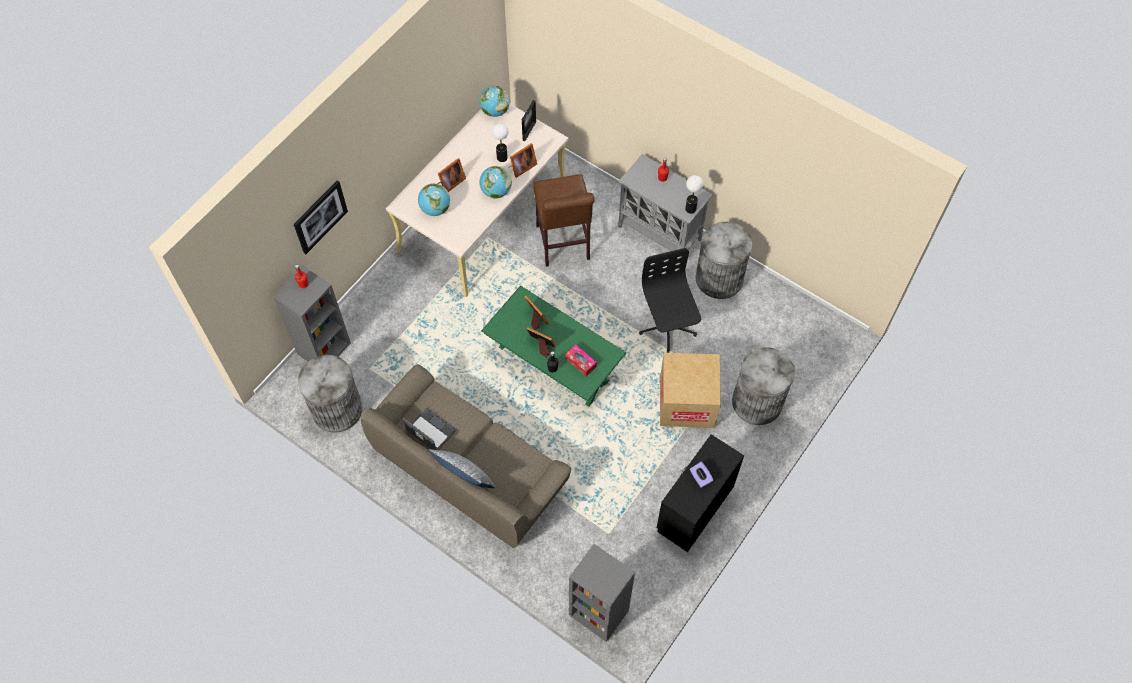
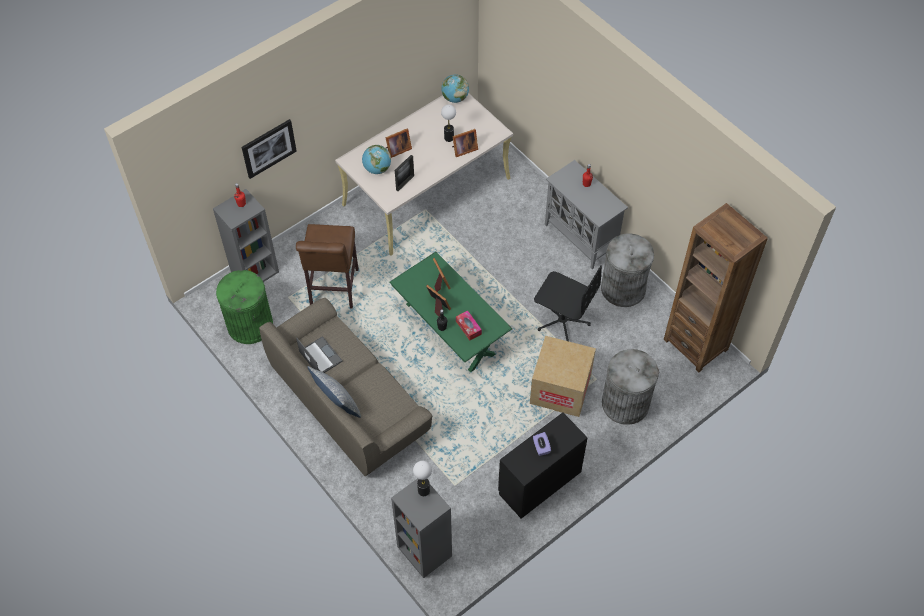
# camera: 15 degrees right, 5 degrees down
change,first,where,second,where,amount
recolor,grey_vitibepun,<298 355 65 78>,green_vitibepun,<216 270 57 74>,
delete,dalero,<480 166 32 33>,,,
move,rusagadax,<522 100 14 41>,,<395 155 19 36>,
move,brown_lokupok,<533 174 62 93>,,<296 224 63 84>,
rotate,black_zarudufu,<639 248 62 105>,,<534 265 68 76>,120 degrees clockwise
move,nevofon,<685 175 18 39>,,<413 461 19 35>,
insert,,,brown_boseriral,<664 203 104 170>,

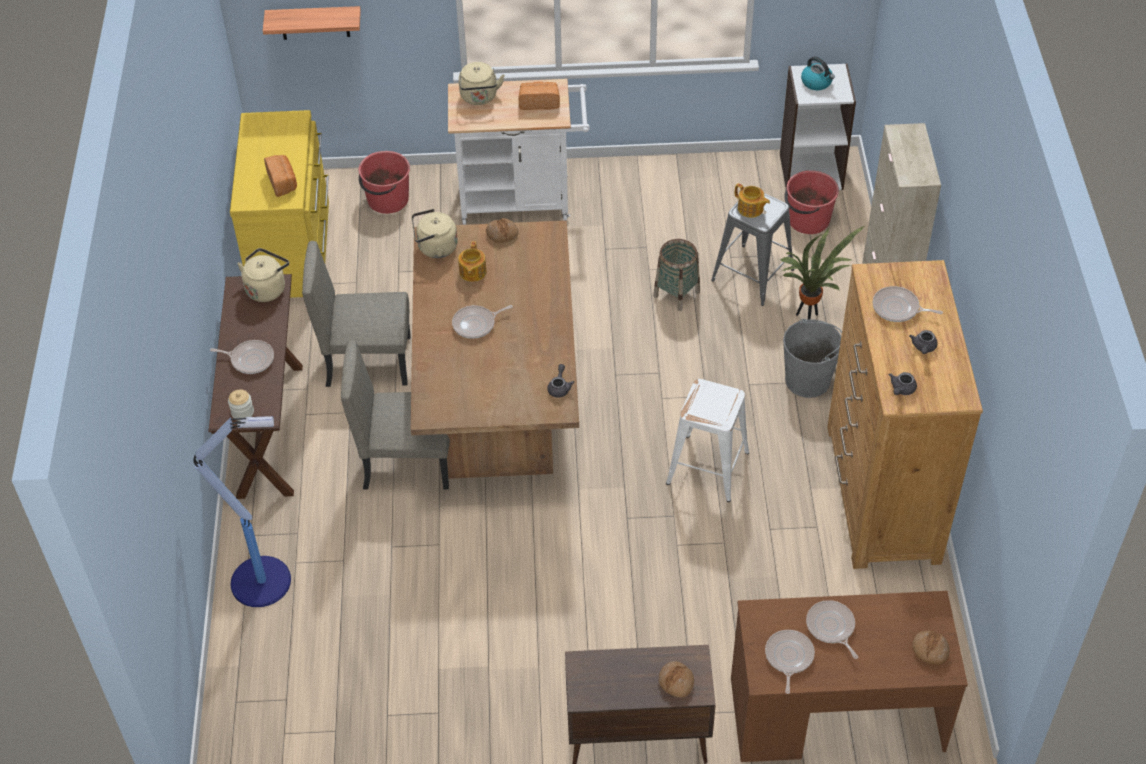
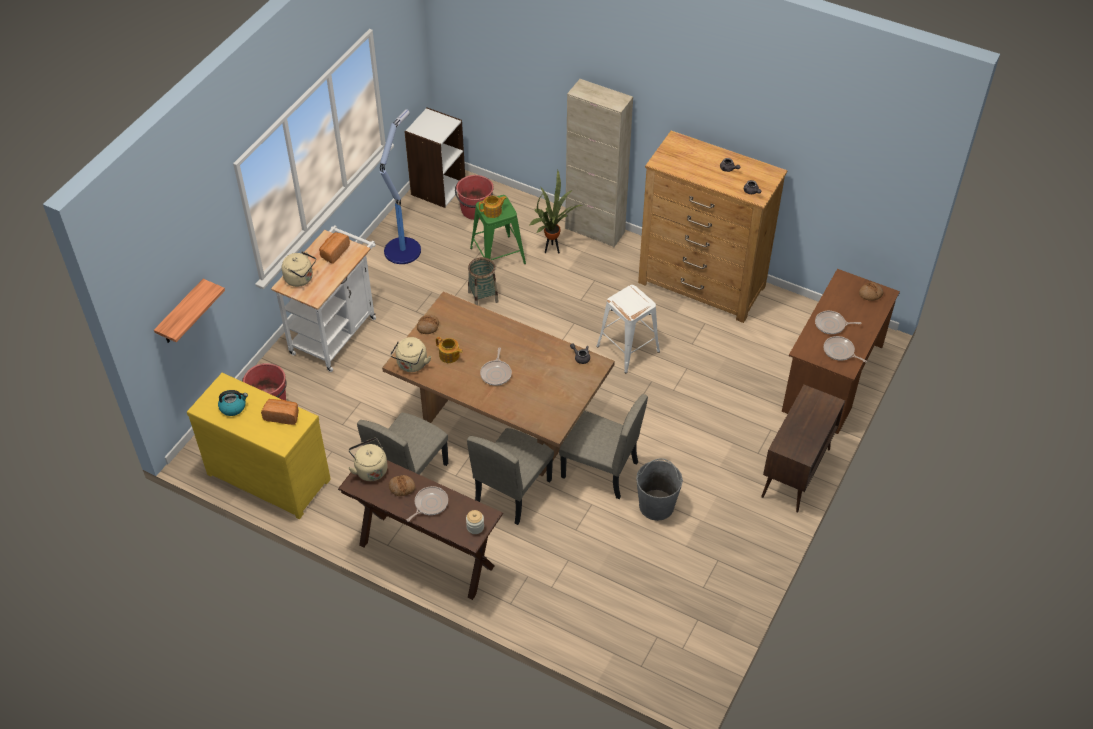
# camera: 60 degrees left, 0 degrees up
change,first,where,second,where,amount
move,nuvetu,<193 416 98 191>,,<380 109 41 155>,
move,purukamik,<659 661 35 37>,,<389 475 26 21>,
recolor,grey_lokupok,<711 193 83 113>,green_lokupok,<470 195 56 69>,
move,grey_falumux,<783 319 59 79>,,<636 458 47 63>,
move,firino,<801 56 34 34>,,<218 390 30 26>,
delete,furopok,<873 286 70 36>,,,
insert,,,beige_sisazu,<559 394 89 105>,

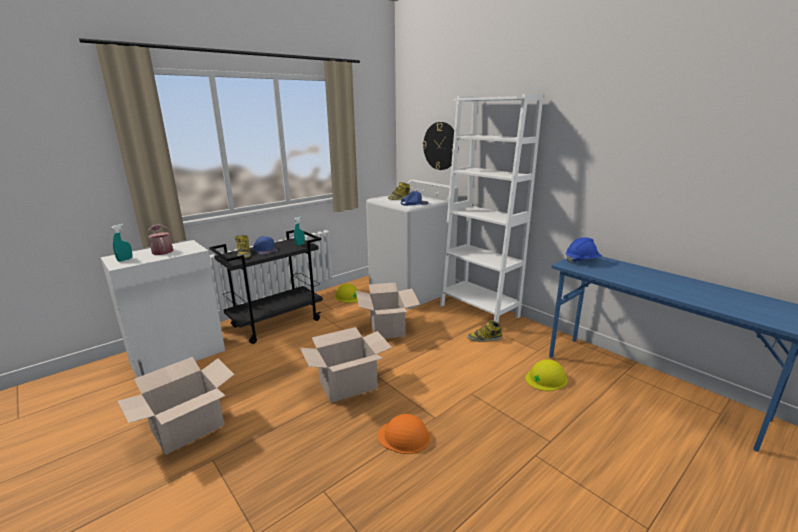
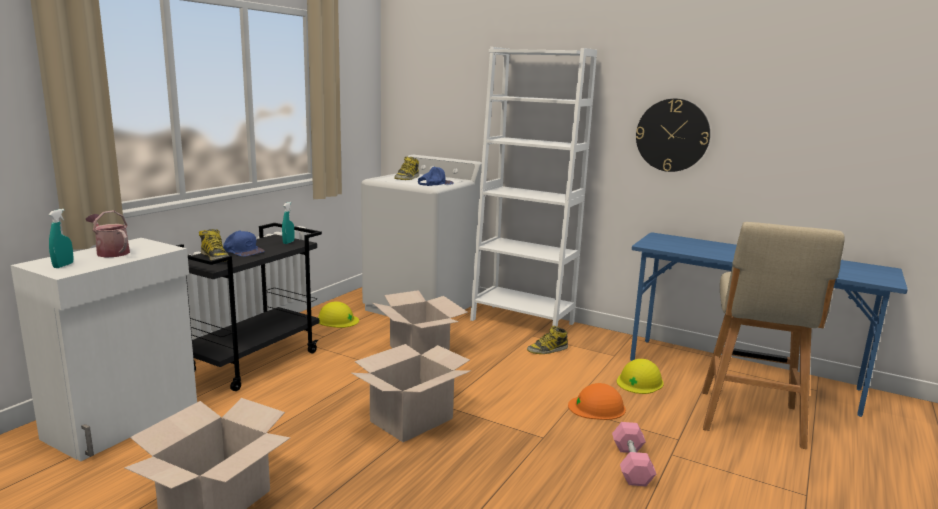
# camera: 20 degrees left, 5 degrees down
change,first,where,second,where,amount
move,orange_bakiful,<378 414 52 40>,,<568 383 58 37>,
move,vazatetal,<422 122 32 48>,,<636 99 74 73>,
delete,blue_bakiful,<566 237 36 26>,,,
insert,,,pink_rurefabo,<612 422 44 64>,
insert,,,beige_lokupok,<702 222 143 227>,

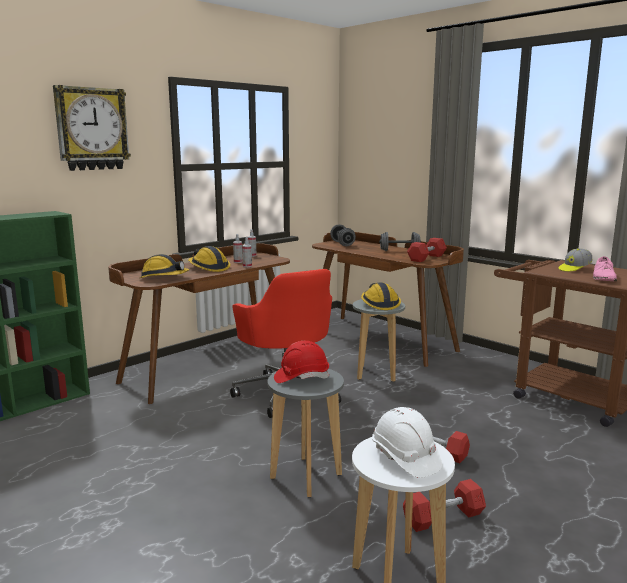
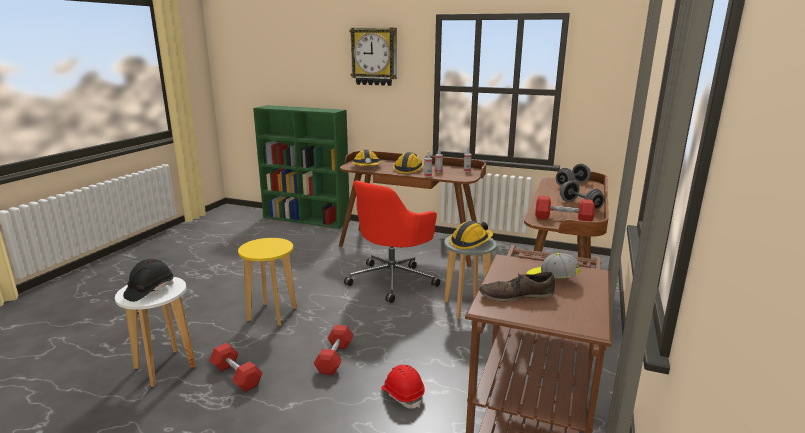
# camera: 65 degrees right, 5 degrees up
change,first,where,second,where,amount
recolor,grey_lokupok,<268 369 76 128>,yellow_lokupok,<238 238 59 88>,
move,red_bakiful,<274 341 55 42>,,<381 364 44 45>,
recolor,white_bakiful,<372 407 70 71>,black_bakiful,<123 259 51 43>,
recolor,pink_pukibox,<593 256 24 26>,brown_pukibox,<479 272 76 30>,

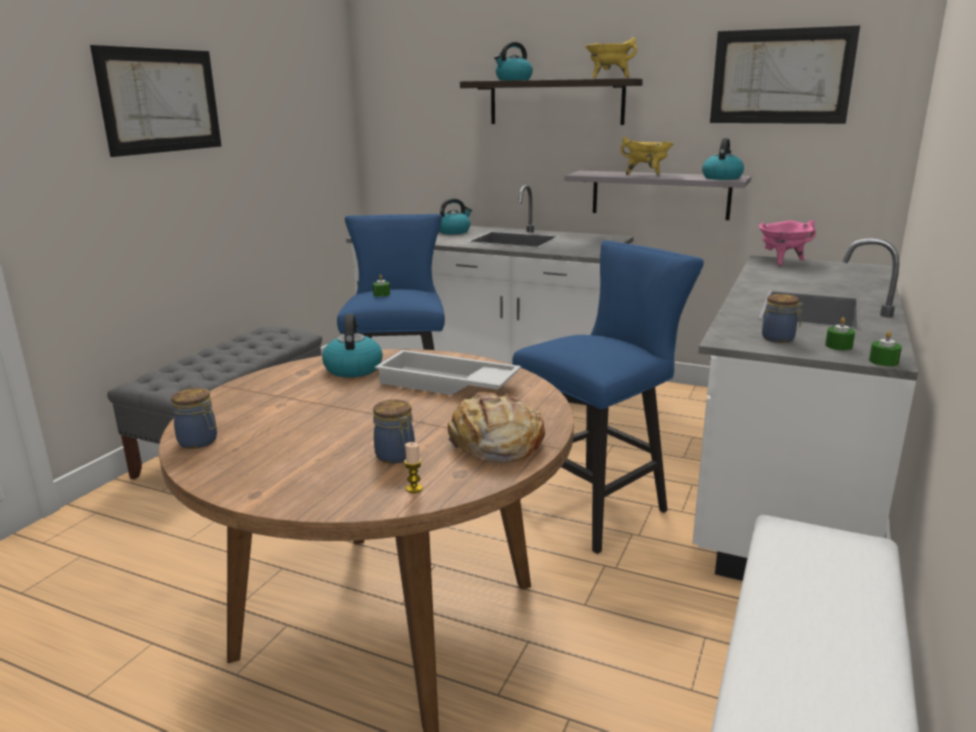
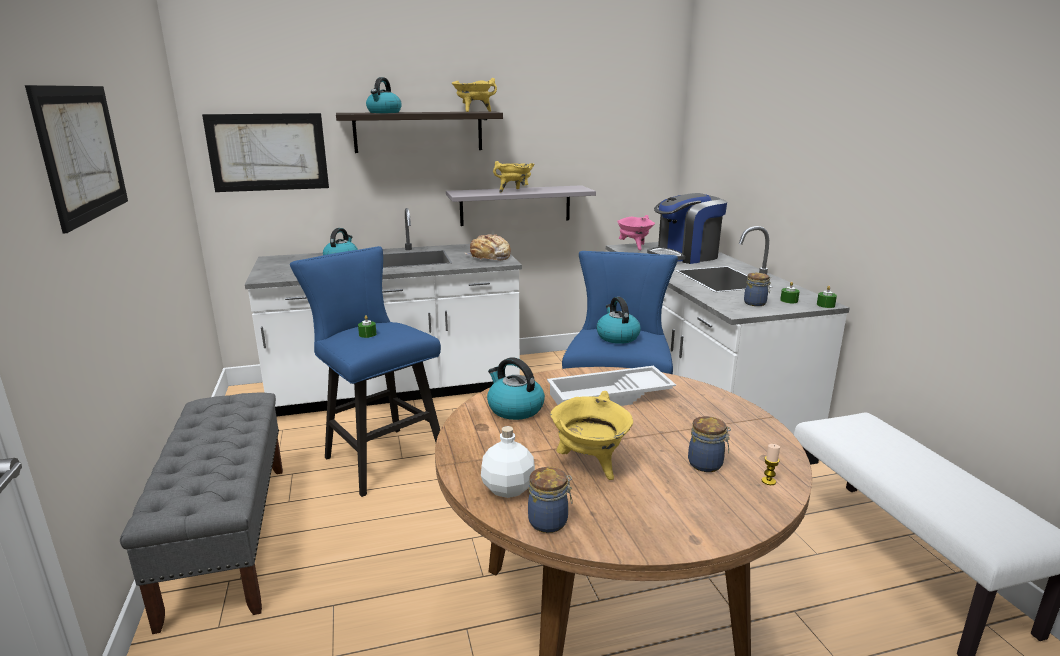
# camera: 40 degrees left, 0 degrees up
change,first,where,second,where,amount
move,purukamik,<448 392 97 71>,,<465 234 45 27>,
move,firino,<702 138 42 42>,,<597 297 44 47>,
move,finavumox,<710 26 150 98>,,<202 113 127 79>,
insert,,,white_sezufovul,<481 426 54 72>,
insert,,,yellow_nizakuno,<550 391 83 89>,
insert,,,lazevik,<647 193 80 71>,

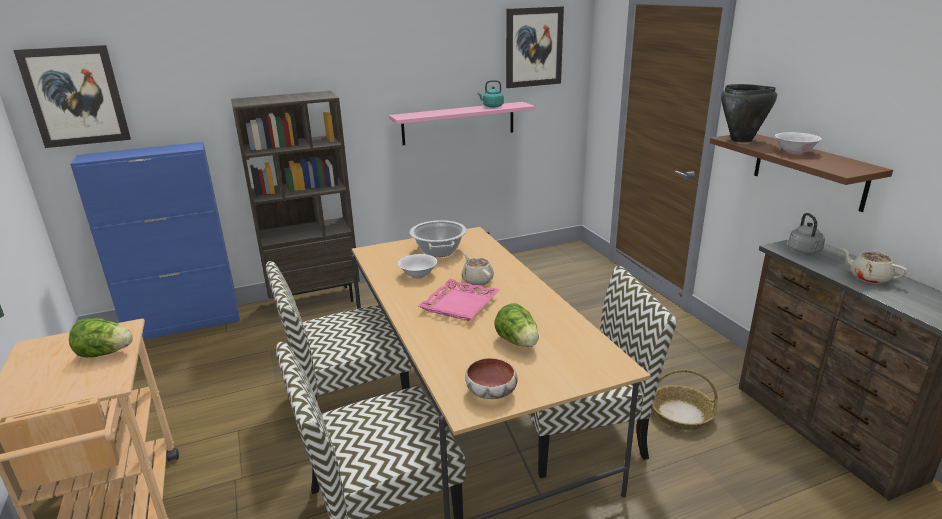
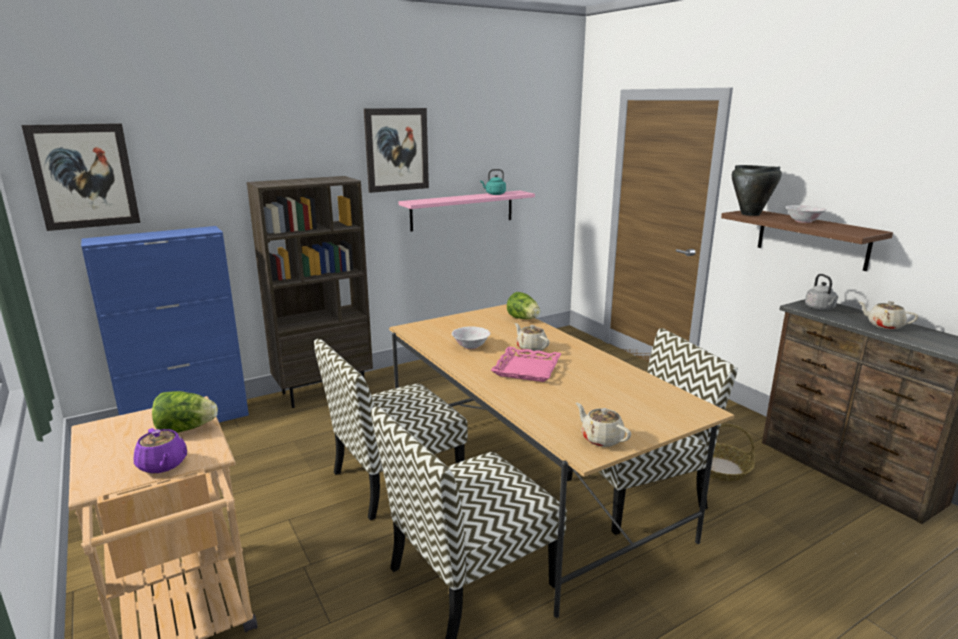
# camera: 10 degrees left, 5 degrees down
change,first,where,second,where,amount
delete,nizakuno,<410 220 57 37>,,,
replace,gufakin,<465 358 53 41>,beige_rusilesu,<576 403 55 44>,
move,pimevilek,<494 303 45 44>,,<507 292 33 27>,
move,finavumox,<506 6 58 82>,,<364 108 65 85>,
insert,,,purple_rusilesu,<134 428 53 46>,

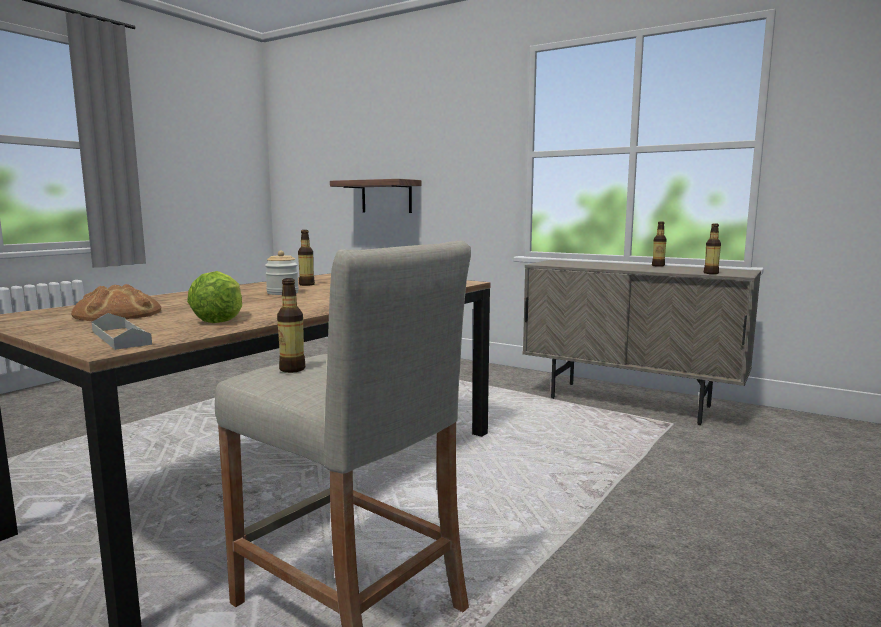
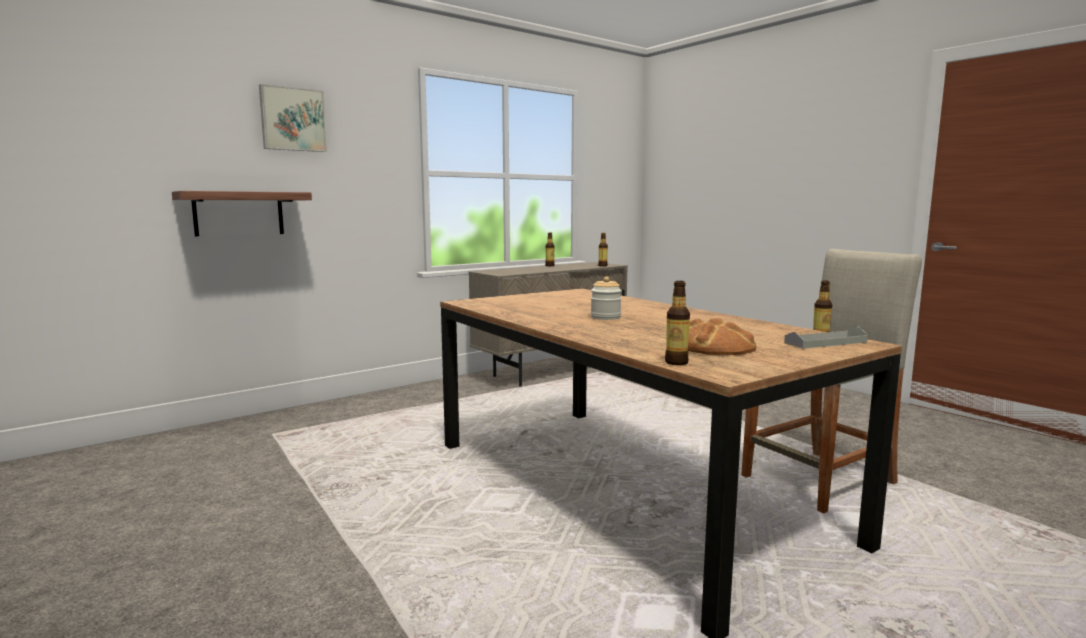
# camera: 70 degrees left, 0 degrees up
change,first,where,second,where,amount
delete,pimevilek,<187 271 55 52>,,,
move,sezufovul,<298 230 17 56>,,<665 281 25 84>,
insert,,,finavumox,<259 84 68 68>,

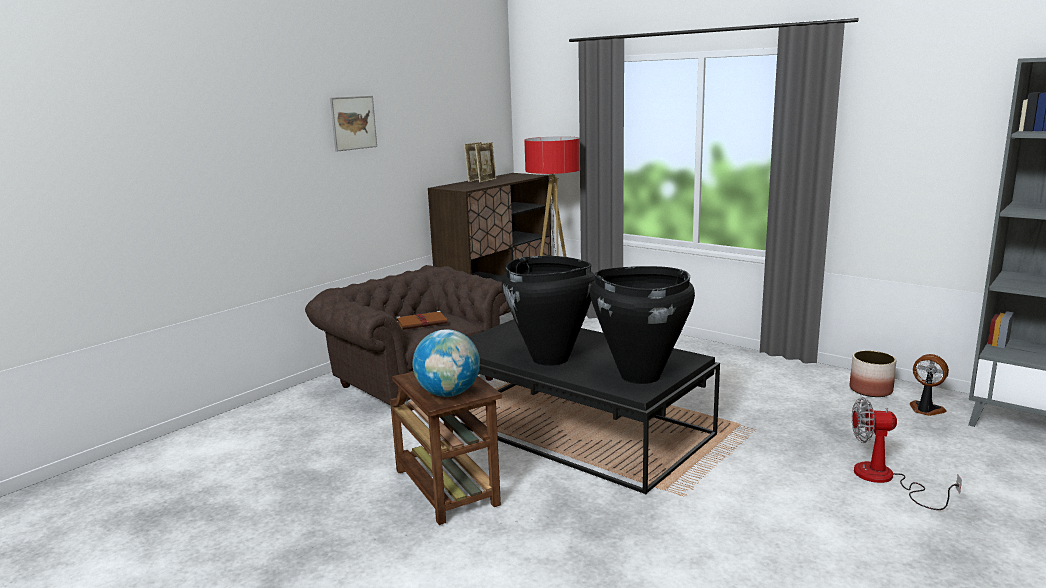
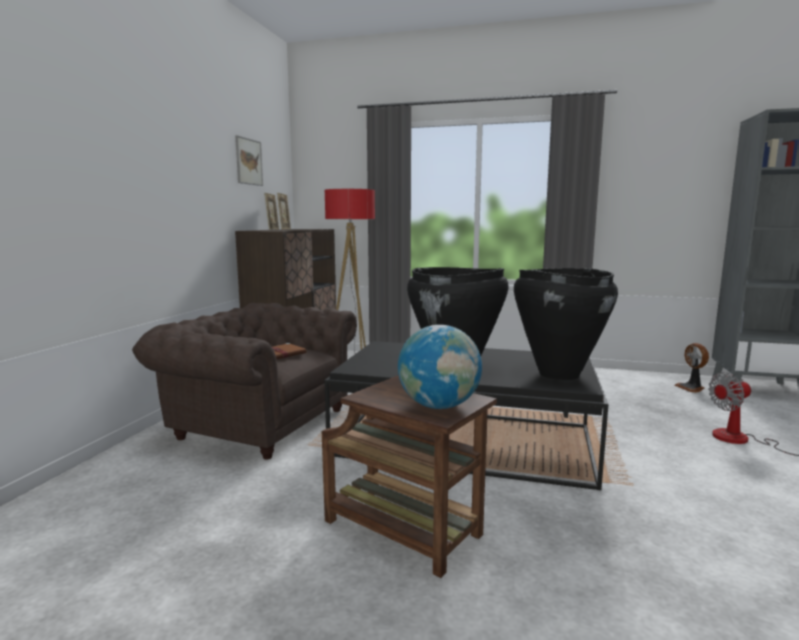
# camera: 25 degrees left, 5 degrees down
change,first,where,second,where,amount
move,finavumox,<330 96 47 56>,,<235 135 28 51>,
delete,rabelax,<850 351 46 46>,,,
rotate,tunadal,<910 354 39 62>,,<674 343 35 50>,120 degrees counterclockwise

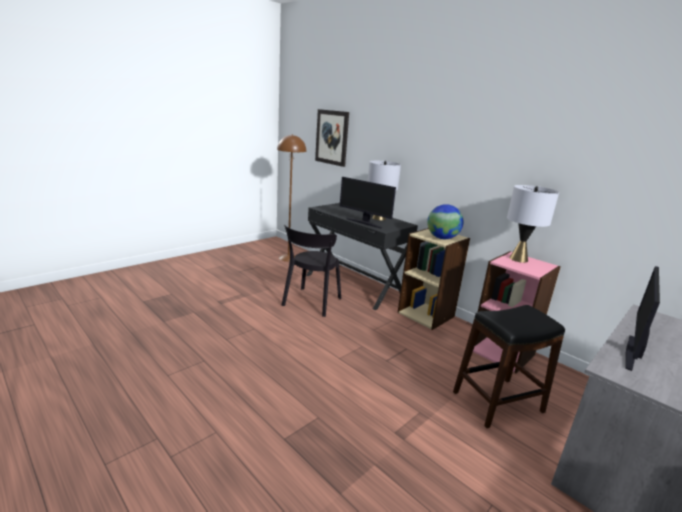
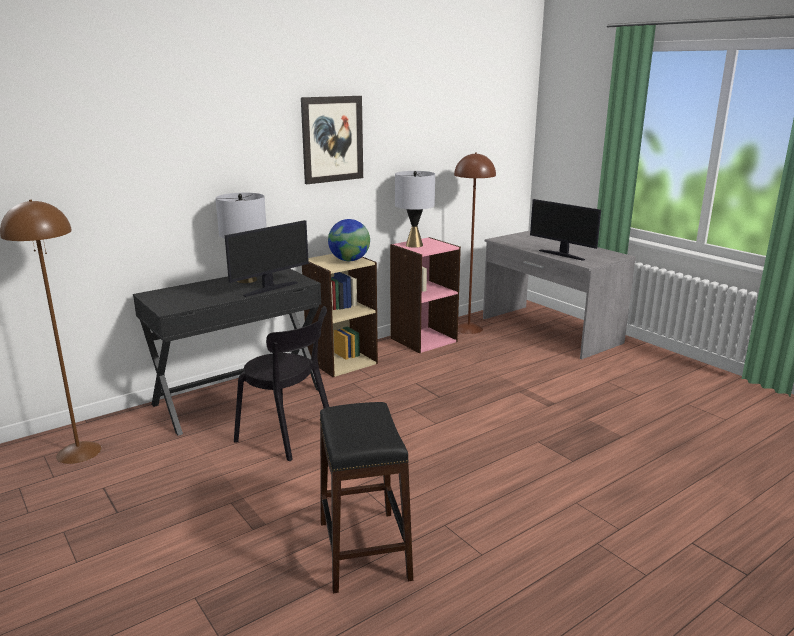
# camera: 80 degrees left, 0 degrees up
change,first,where,second,where,amount
move,finavumox,<315 109 34 58>,,<301 96 62 88>,
move,black_lokupok,<453 305 112 123>,,<320 402 93 191>,
insert,,,brown_nuvetu,<454 152 42 182>,

